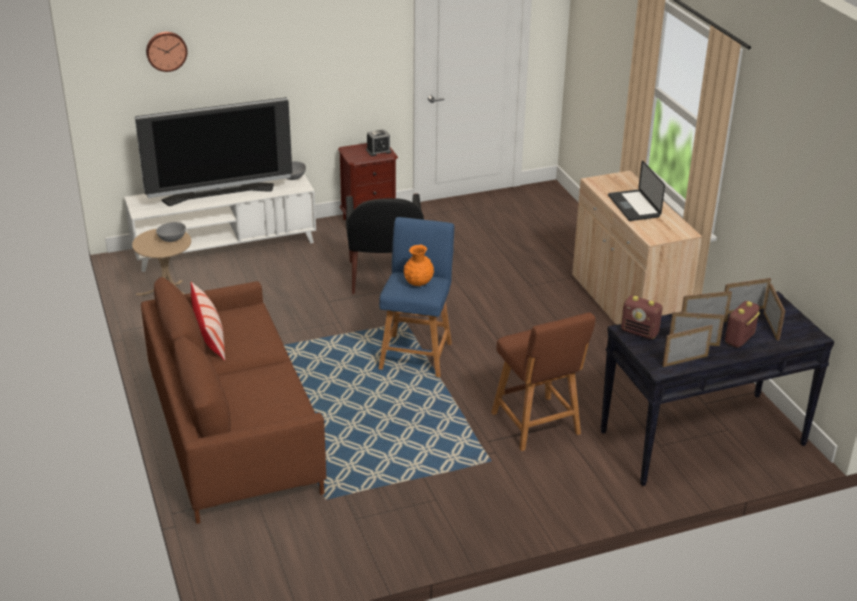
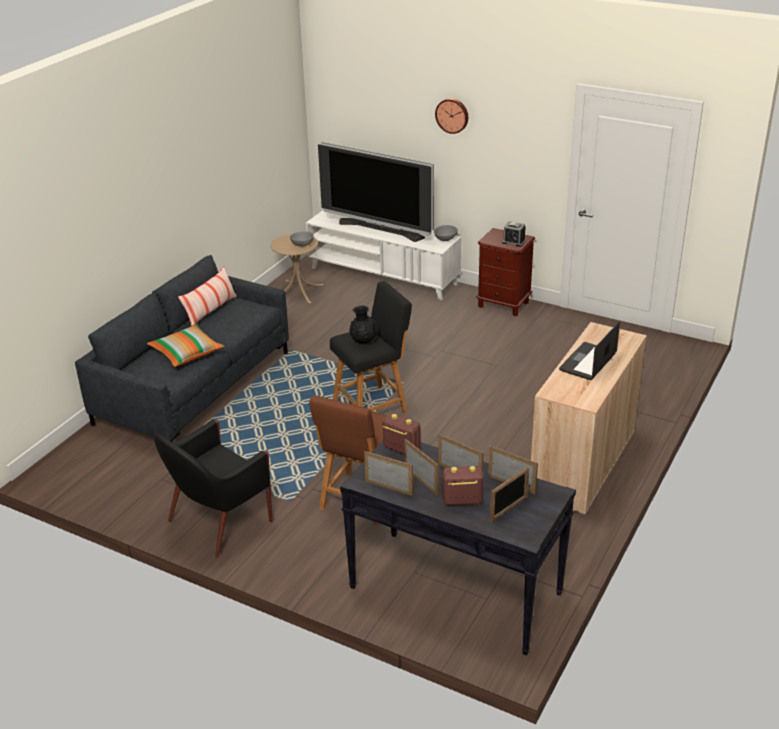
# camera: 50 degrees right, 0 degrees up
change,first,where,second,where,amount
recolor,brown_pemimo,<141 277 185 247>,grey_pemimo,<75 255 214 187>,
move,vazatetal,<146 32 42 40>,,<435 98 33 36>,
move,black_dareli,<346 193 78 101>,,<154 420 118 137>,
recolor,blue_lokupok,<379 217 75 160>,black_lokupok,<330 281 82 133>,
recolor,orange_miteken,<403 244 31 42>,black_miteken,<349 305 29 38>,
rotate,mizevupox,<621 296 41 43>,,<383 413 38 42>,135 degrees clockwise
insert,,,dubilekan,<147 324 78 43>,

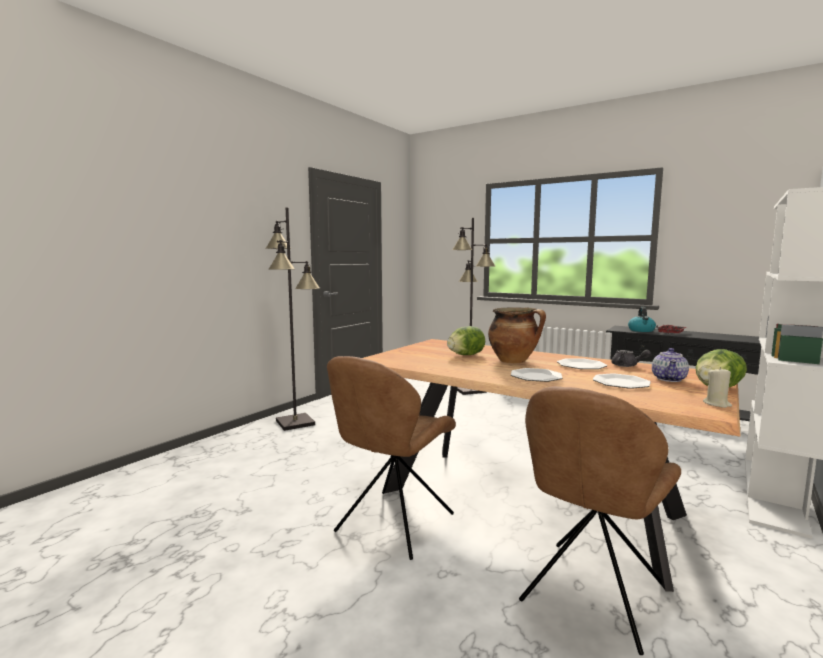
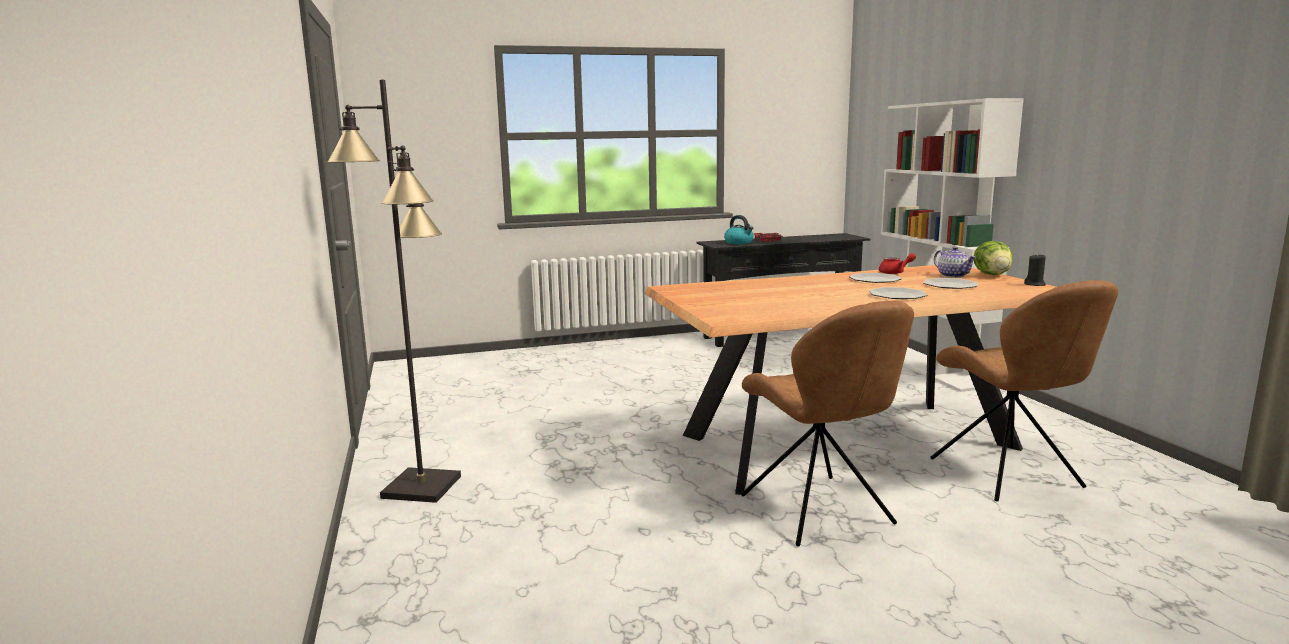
# camera: 50 degrees left, 5 degrees up
change,first,where,second,where,amount
delete,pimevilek,<447 326 38 29>,,,
delete,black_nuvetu,<452 218 43 177>,,,
delete,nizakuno,<488 307 58 56>,,,
recolor,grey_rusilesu,<612 350 39 17>,red_rusilesu,<879 253 37 21>,
recolor,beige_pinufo,<703 367 29 41>,black_pinufo,<1024 254 22 32>,

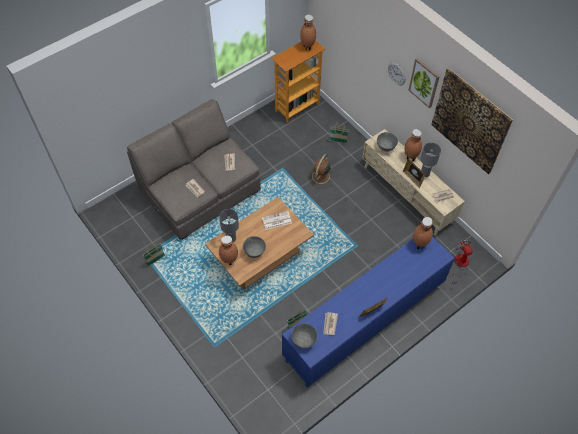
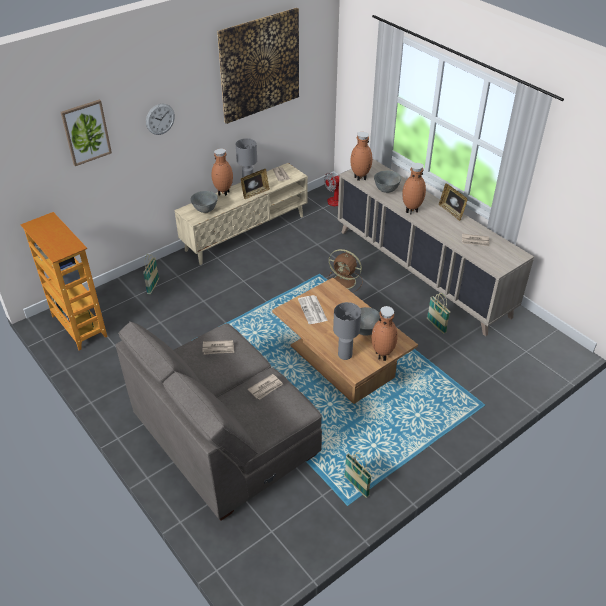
# camera: 90 degrees left, 15 degrees down
change,first,where,second,where,amount
recolor,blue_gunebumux,<282 236 173 152>,beige_gunebumux,<338 159 196 177>,
move,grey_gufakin,<292 323 26 25>,,<374 171 28 22>,
move,brown_miteken,<300 15 16 35>,,<402 163 24 51>,
move,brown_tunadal,<308 154 25 34>,,<327 249 36 44>,
move,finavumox,<408 58 32 51>,,<61 99 51 67>,

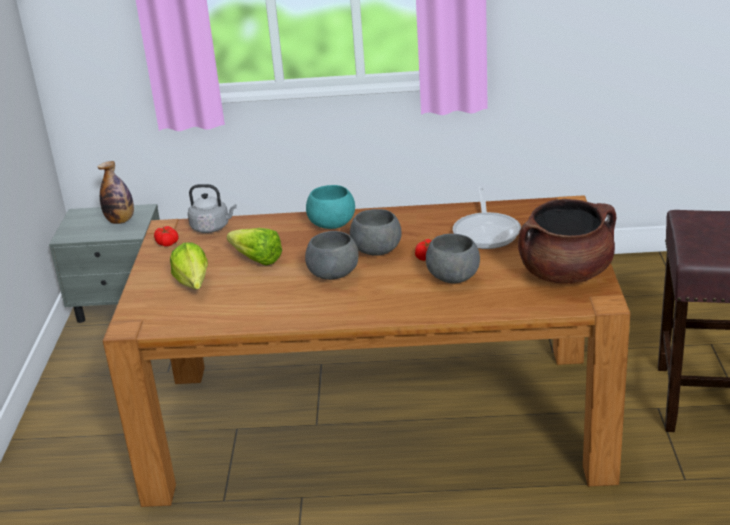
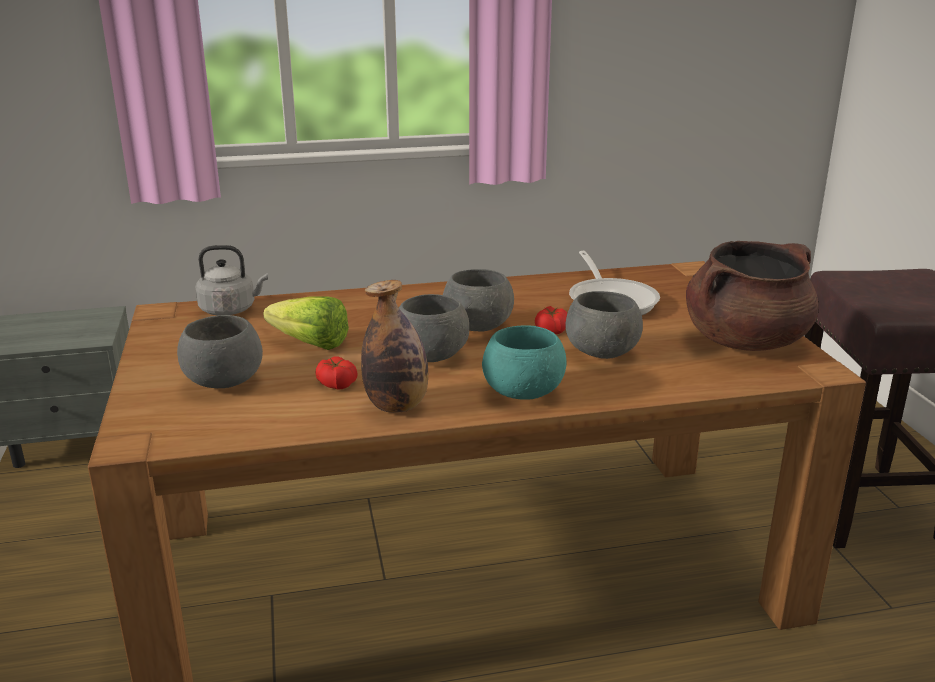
# camera: 15 degrees left, 5 degrees down
change,first,where,second,where,amount
move,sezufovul,<98 161 36 63>,,<361 280 67 133>,
move,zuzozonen,<154 226 25 20>,,<316 357 42 32>,
replace,pimevilek,<170 243 38 46>,grey_gufakin,<177 315 86 73>,
move,turquoise_gufakin,<306 185 49 44>,,<482 325 84 75>,

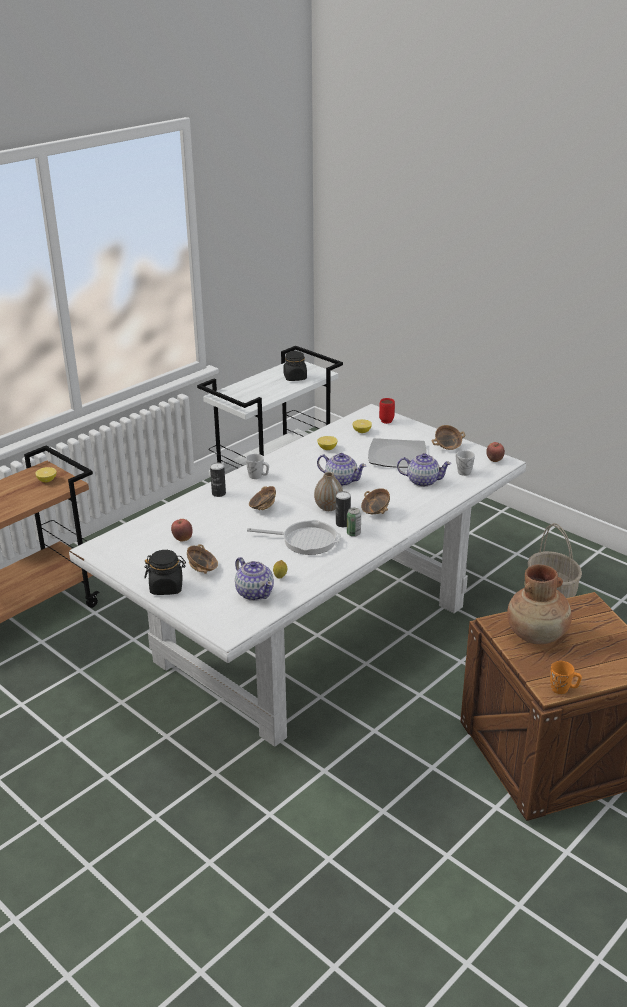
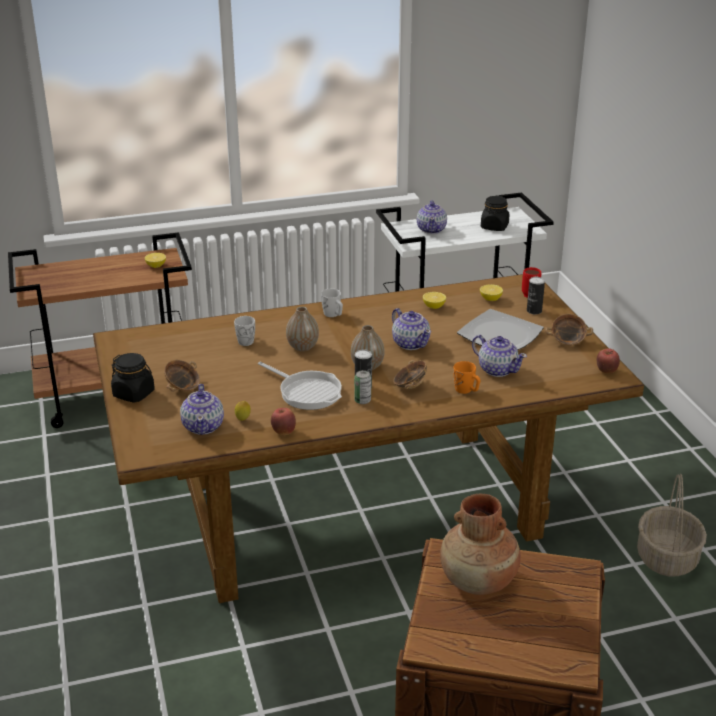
# camera: 30 degrees right, 0 degrees up
change,first,where,second,where,amount
recolor,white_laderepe,<69 404 457 343>,brown_laderepe,<93 274 551 329>,
move,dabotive,<171 519 21 23>,,<271 408 25 27>,
move,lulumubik,<210 462 16 35>,,<527 277 18 37>,
replace,gufakin,<249 486 27 24>,miteken,<286 307 33 44>,
move,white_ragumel,<456 450 19 26>,,<234 316 21 30>,
move,orange_ragumel,<550 661 32 33>,,<453 361 27 33>,
insert,,,rusilesu,<417 200 30 34>,

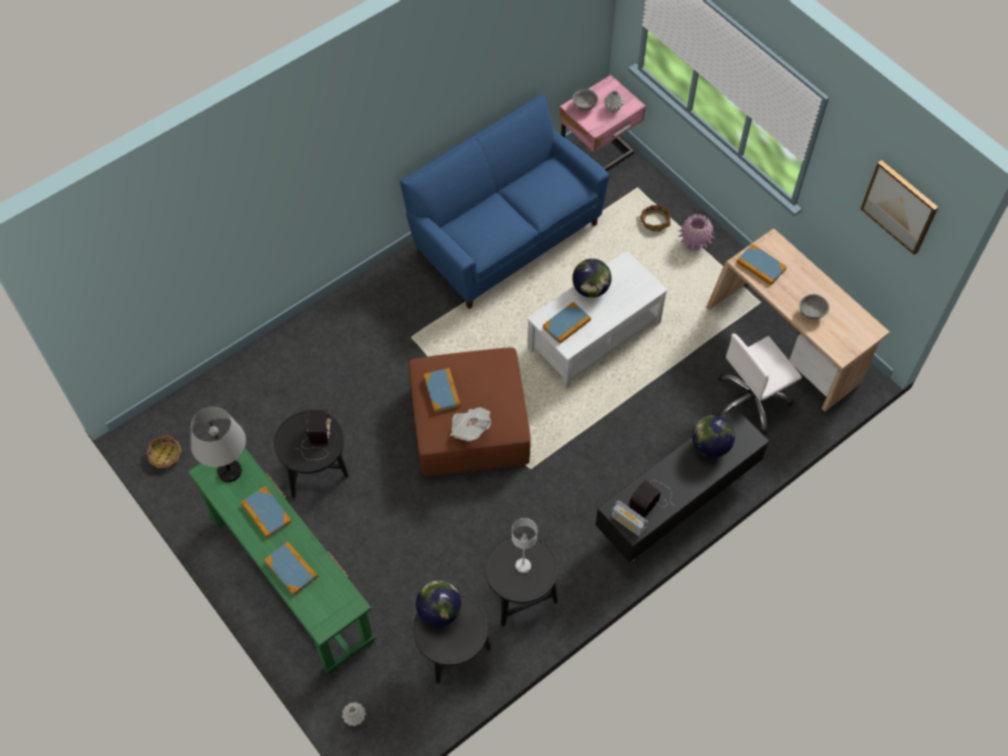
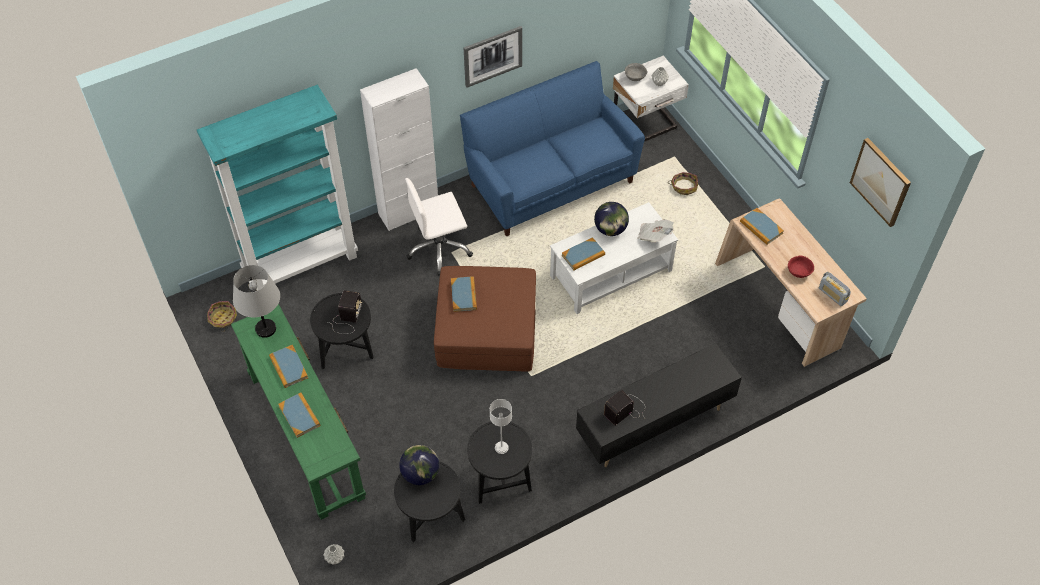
# camera: 10 degrees right, 5 degrees down
change,first,where,second,where,amount
move,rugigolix,<450 407 41 34>,,<637 219 37 23>,
recolor,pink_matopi,<559 75 87 96>,white_matopi,<613 56 76 86>,
move,mizevupox,<611 500 37 37>,,<819 272 32 34>,
delete,pink_miteken,<678 214 37 37>,,,
delete,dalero,<692 415 43 43>,,,
move,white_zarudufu,<718 333 84 102>,,<405 178 68 98>,
recolor,grey_gufakin,<799 294 30 25>,red_gufakin,<788 256 26 22>,
insert,,,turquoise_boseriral,<197 85 161 206>,
insert,,,white_gunebumux,<360 68 78 163>,
insert,,,finavumox,<464 26 58 62>,

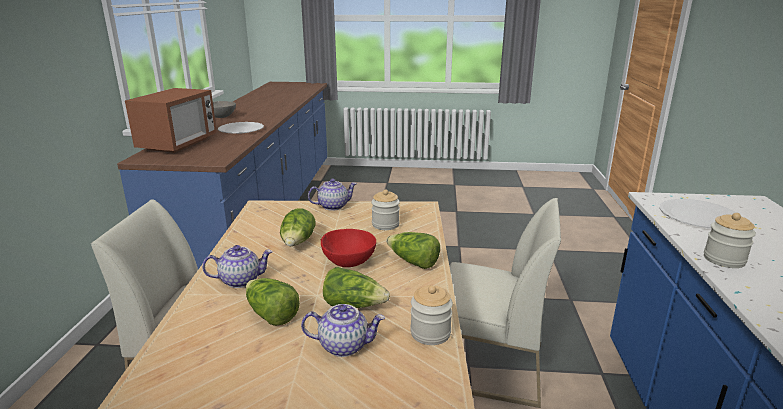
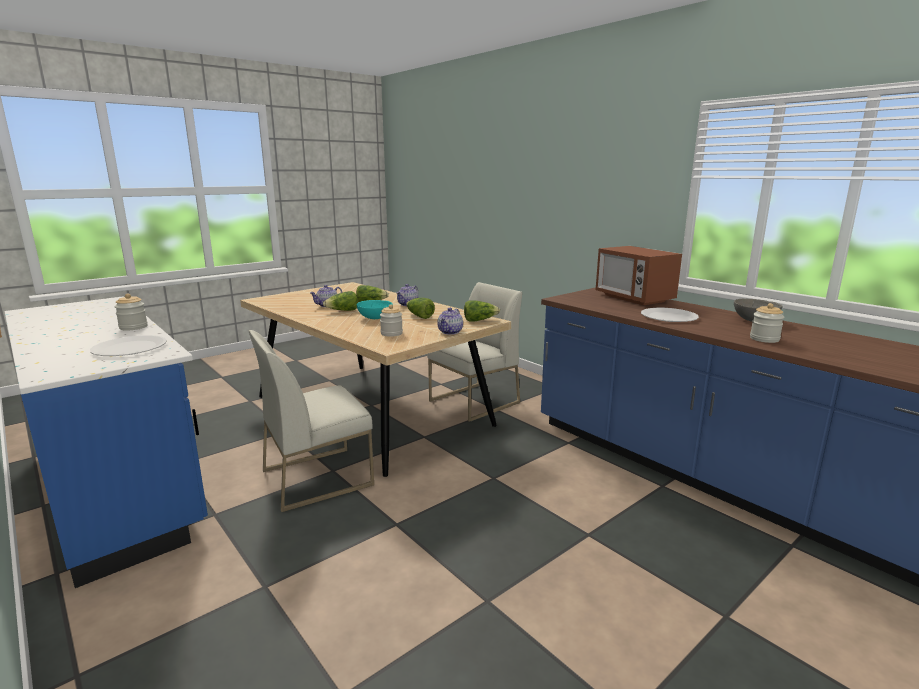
# camera: 135 degrees right, 5 degrees down
change,first,where,second,where,amount
recolor,red_gufakin,<321 229 55 38>,turquoise_gufakin,<357 300 36 19>,
move,pimevilek,<386 232 54 37>,,<464 300 36 22>,
move,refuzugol,<410 285 43 60>,,<750 303 34 40>,

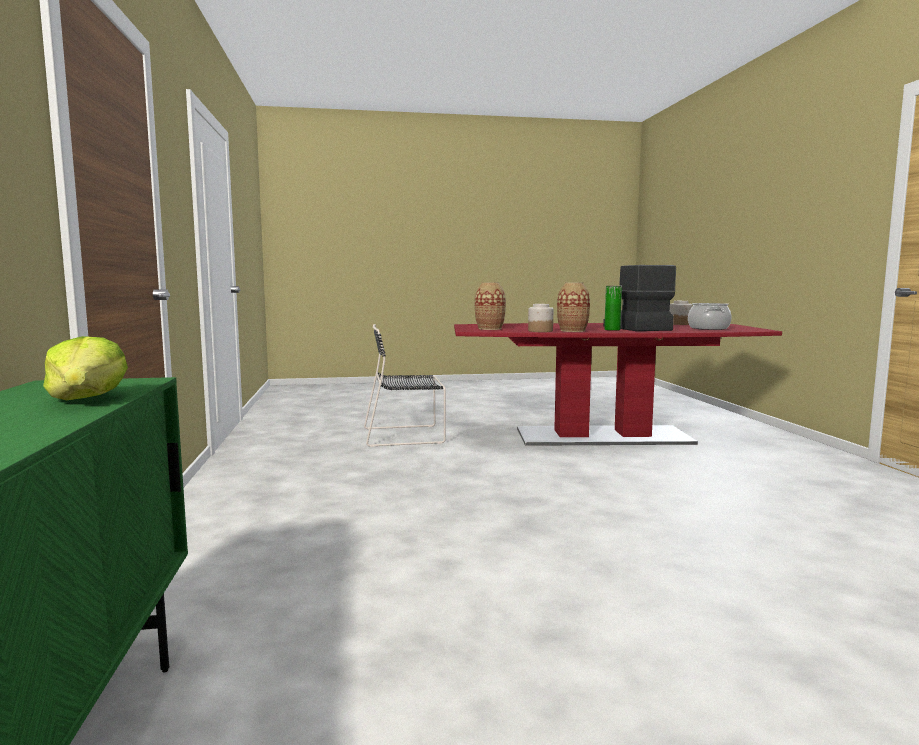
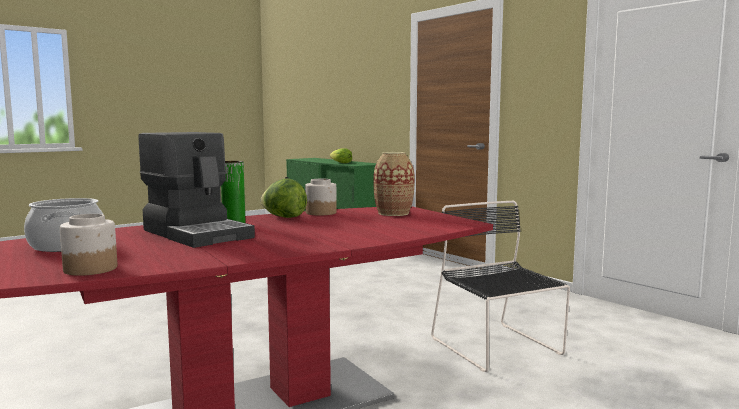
# camera: 150 degrees right, 0 degrees up
change,first,where,second,where,amount
rotate,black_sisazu,<364 324 82 123>,,<431 201 139 171>,75 degrees counterclockwise
replace,miteken,<557 282 33 50>,pimevilek,<260 178 47 40>,

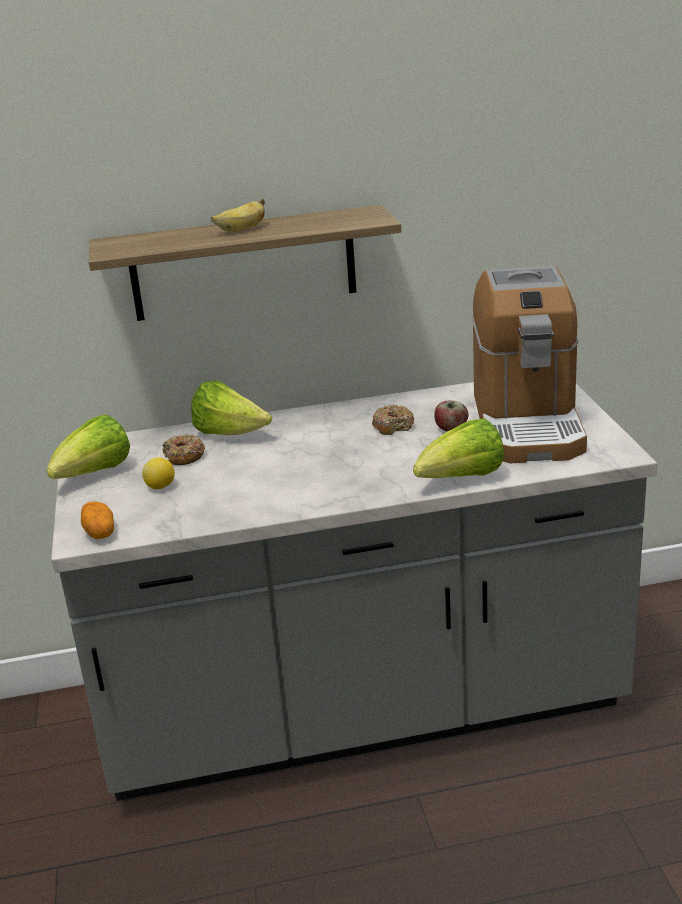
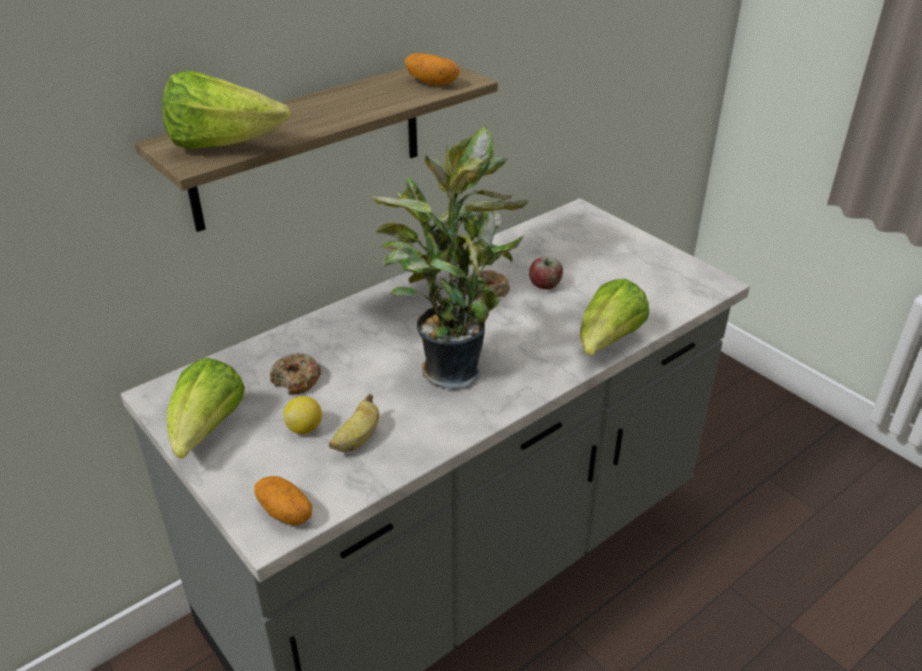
# camera: 30 degrees left, 10 degrees up
change,first,where,second,where,amount
move,pimevilek,<191 380 81 55>,,<162 70 128 79>,
move,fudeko,<211 198 54 34>,,<329 394 50 58>,
delete,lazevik,<472 266 115 197>,,,
insert,,,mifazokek,<372 126 157 263>,
insert,,,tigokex,<405 53 55 32>,

